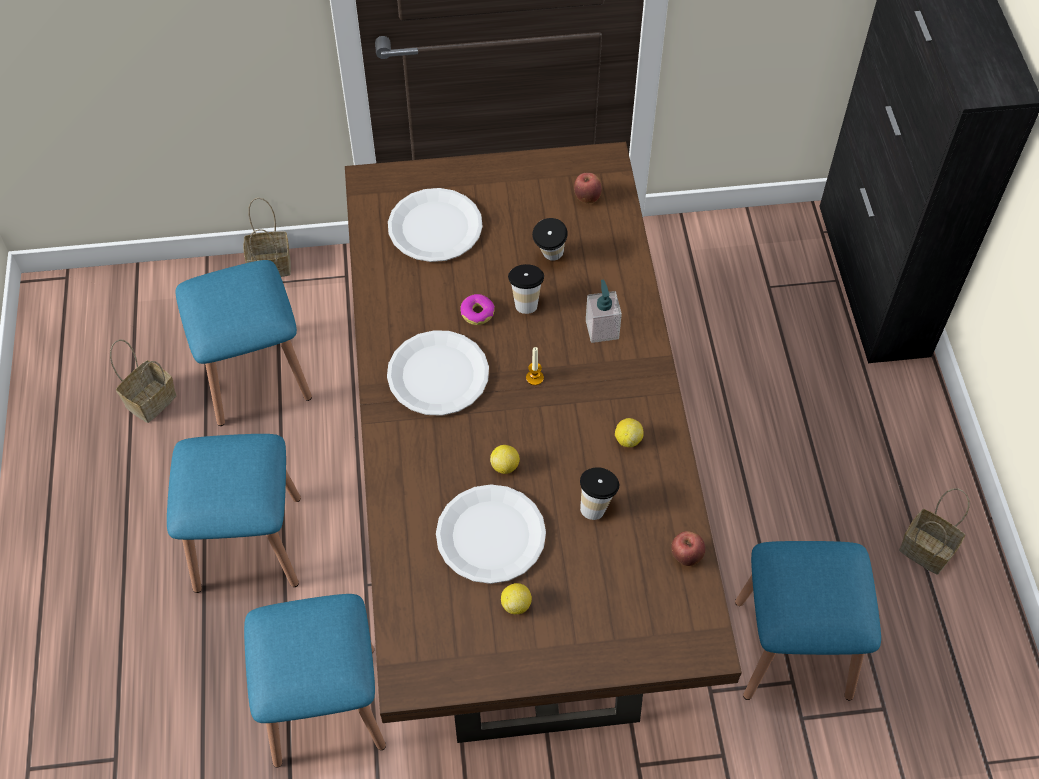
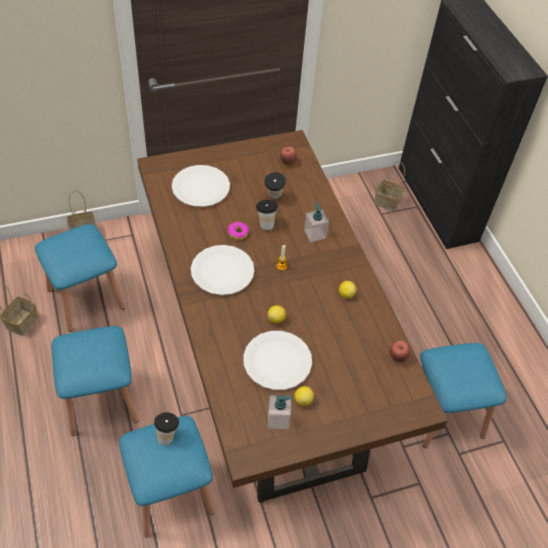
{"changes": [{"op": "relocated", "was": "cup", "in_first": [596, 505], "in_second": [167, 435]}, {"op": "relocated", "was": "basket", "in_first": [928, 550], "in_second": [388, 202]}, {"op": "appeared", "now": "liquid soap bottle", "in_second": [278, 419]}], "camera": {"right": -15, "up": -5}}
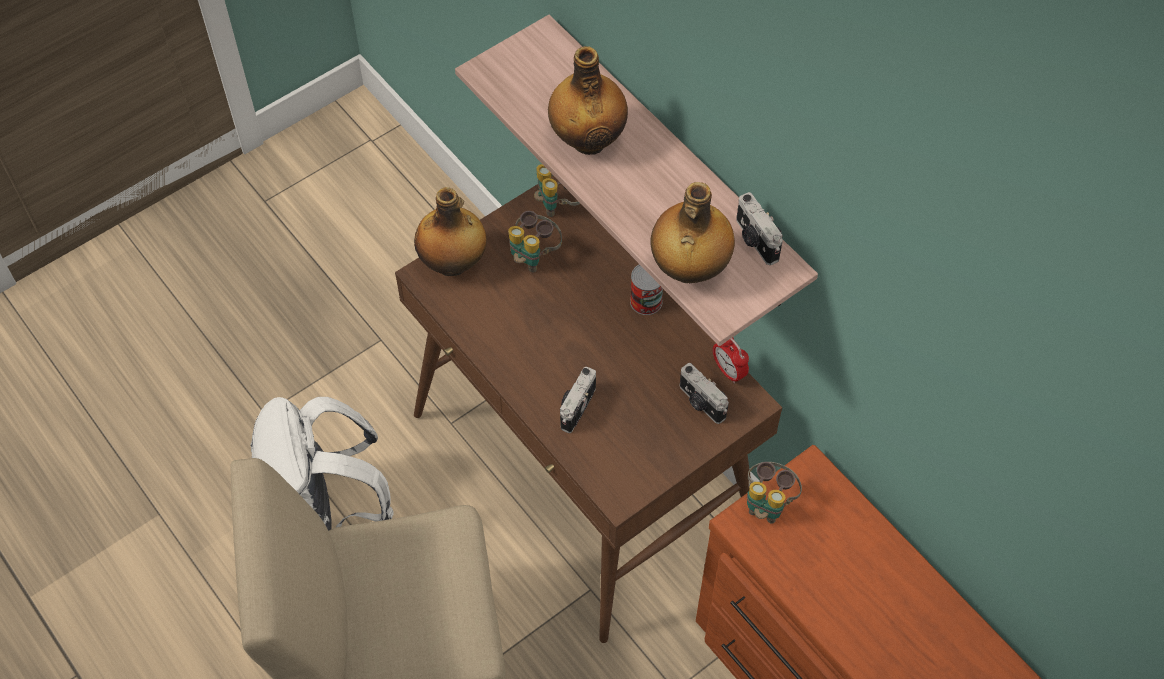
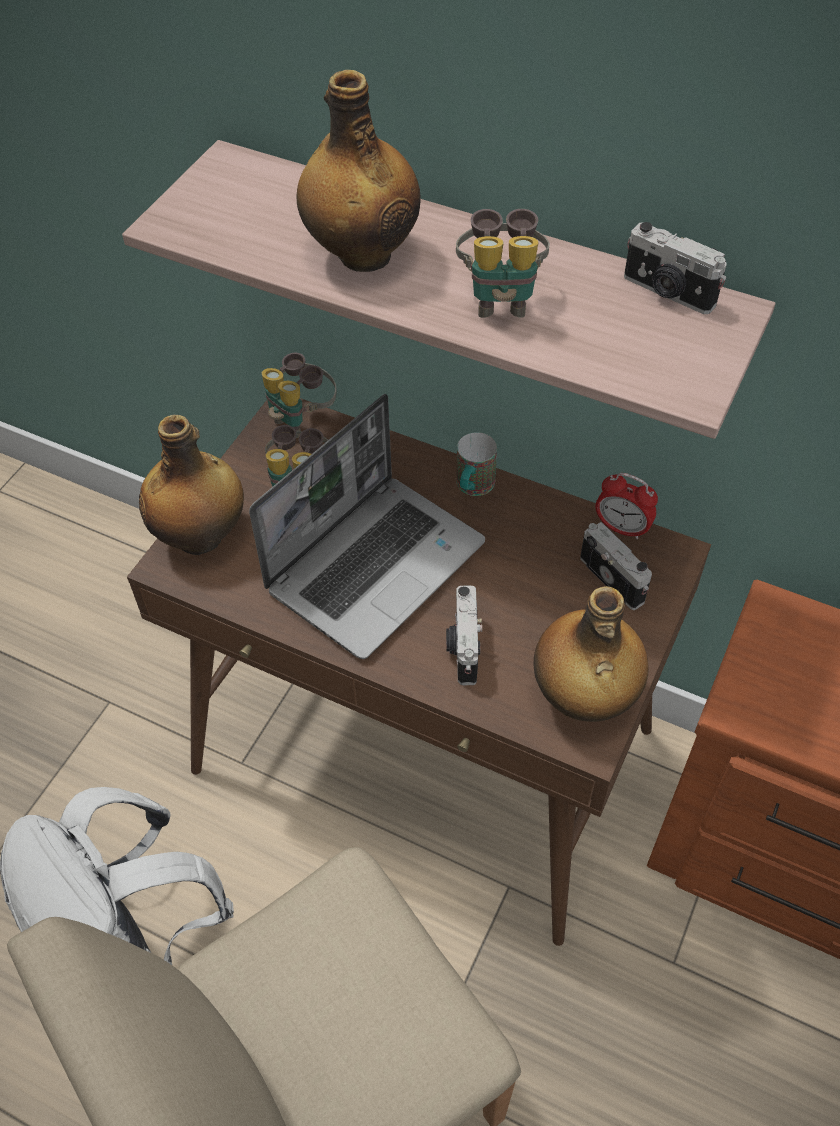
{"changes": [{"op": "exchanged", "was": "sealed can", "now": "tea mug", "in_first": [646, 301], "in_second": [472, 488]}, {"op": "relocated", "was": "bottle", "in_first": [688, 269], "in_second": [582, 698]}, {"op": "spun", "was": "still camera", "in_first": [701, 403], "in_second": [614, 578], "clockwise": -150}, {"op": "relocated", "was": "pair of binoculars", "in_first": [767, 503], "in_second": [500, 298]}, {"op": "appeared", "now": "portable computer", "in_second": [376, 564]}], "camera": {"right": -25, "up": -5}}
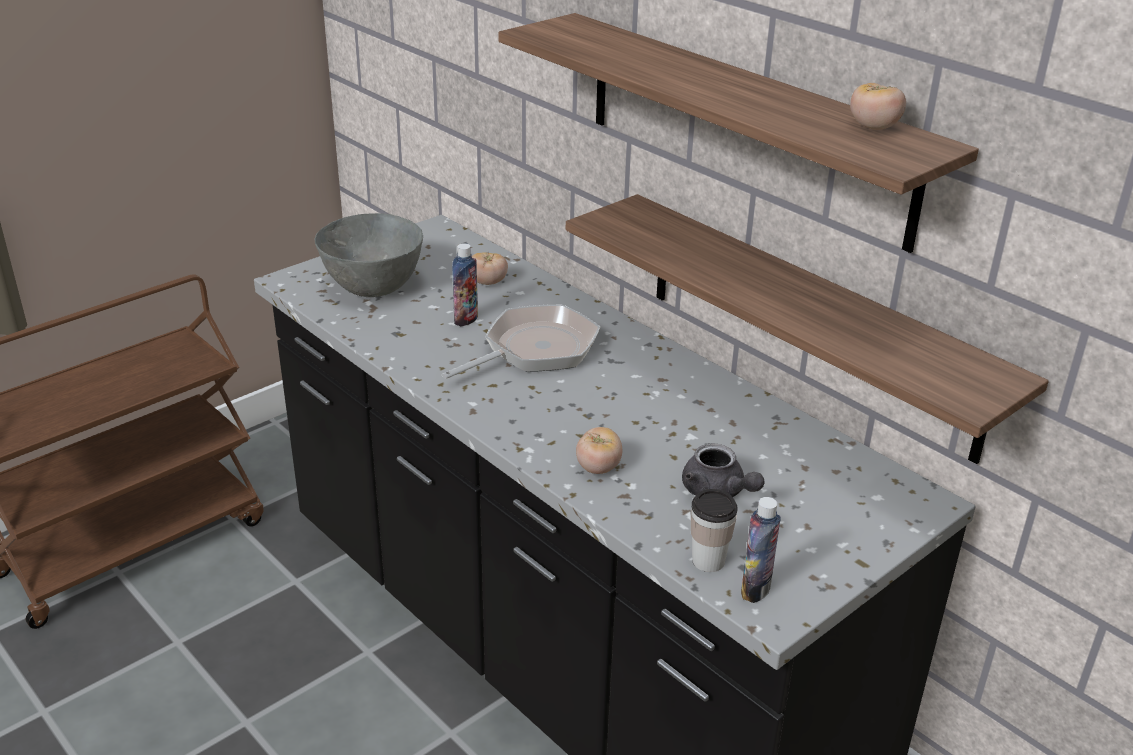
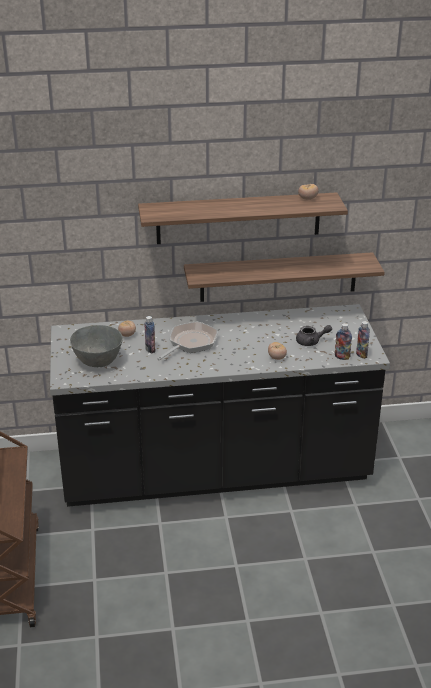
{"changes": [{"op": "spun", "was": "pan", "in_first": [534, 350], "in_second": [190, 343], "clockwise": 45}, {"op": "exchanged", "was": "cup", "now": "bottle", "in_first": [708, 561], "in_second": [342, 357]}], "camera": {"right": -55, "up": 0}}
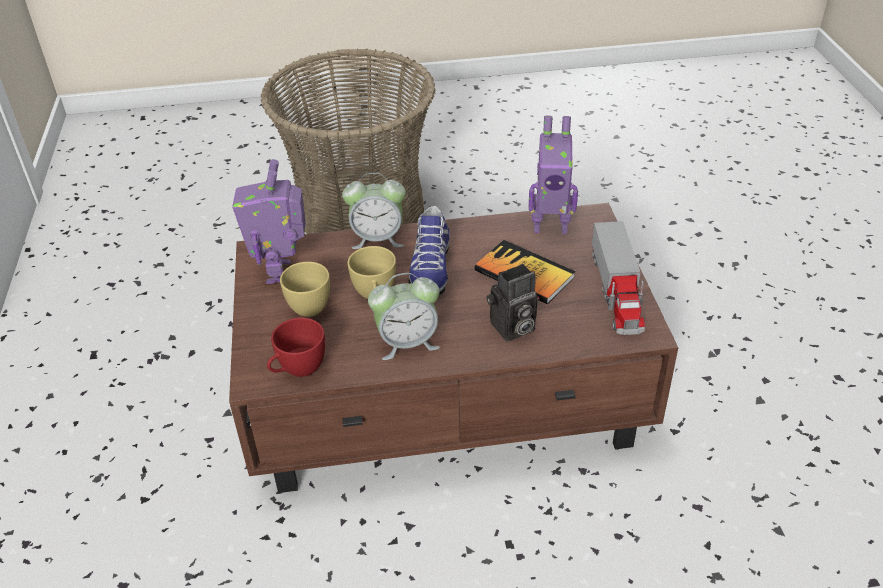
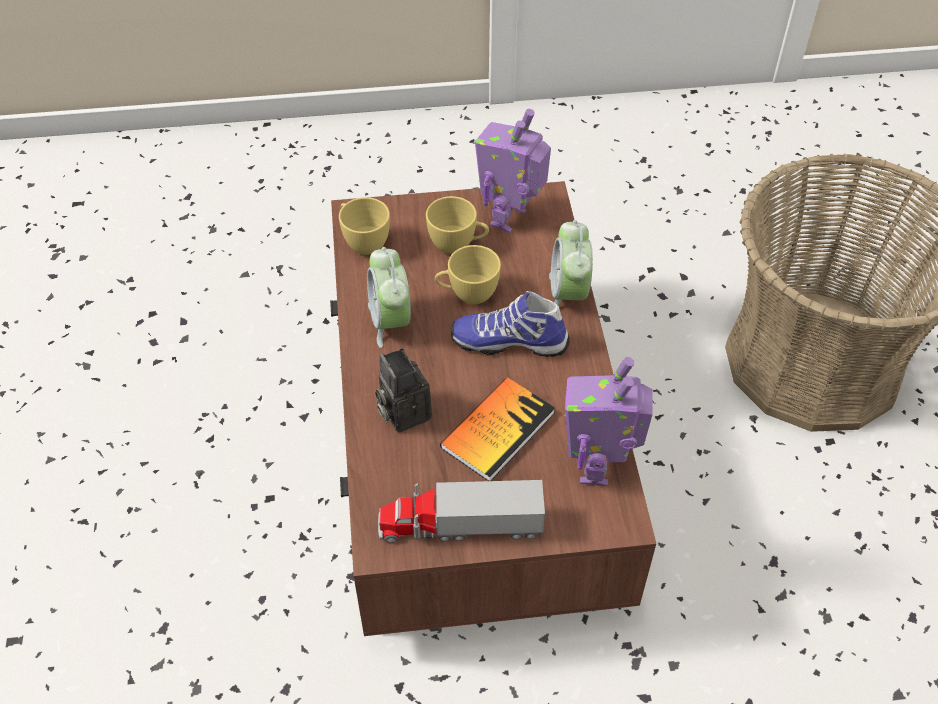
{"changes": [{"op": "spun", "was": "toy robot", "in_first": [281, 272], "in_second": [510, 218], "clockwise": -60}, {"op": "colour", "was": "red cup", "now": "yellow-coloured cup", "in_first": [298, 370], "in_second": [363, 241]}], "camera": {"right": 90, "up": 10}}
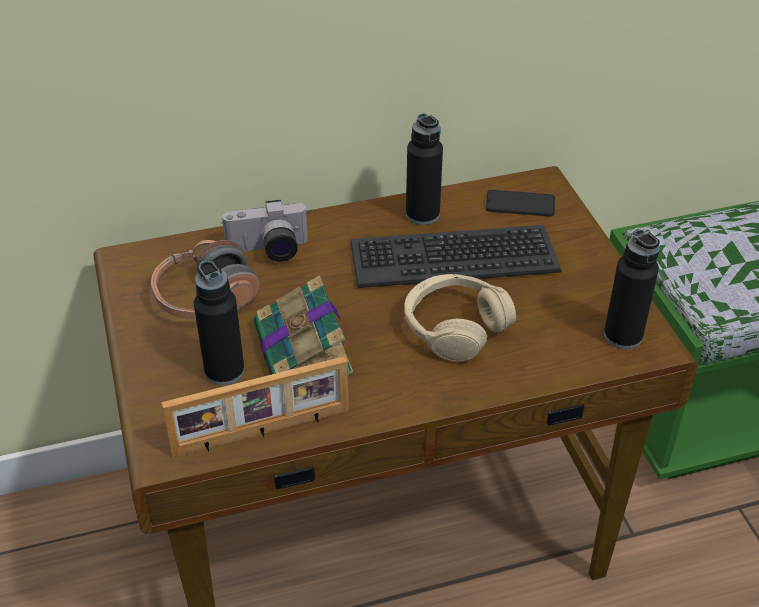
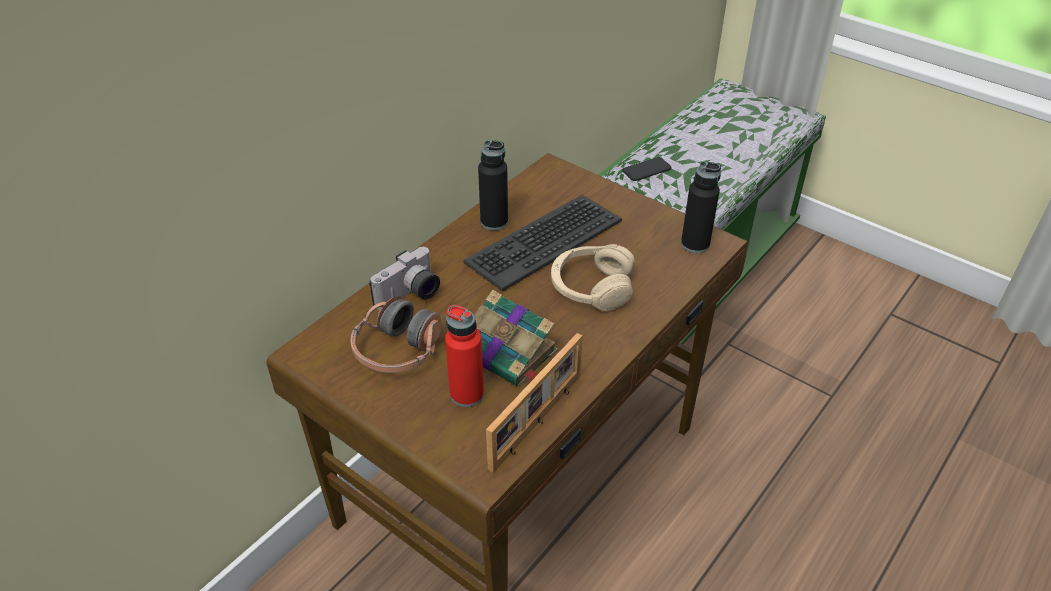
{"changes": [{"op": "colour", "was": "black bottle", "now": "red bottle", "in_first": [224, 371], "in_second": [467, 394]}, {"op": "relocated", "was": "handset", "in_first": [520, 204], "in_second": [646, 169]}], "camera": {"right": -35, "up": 0}}
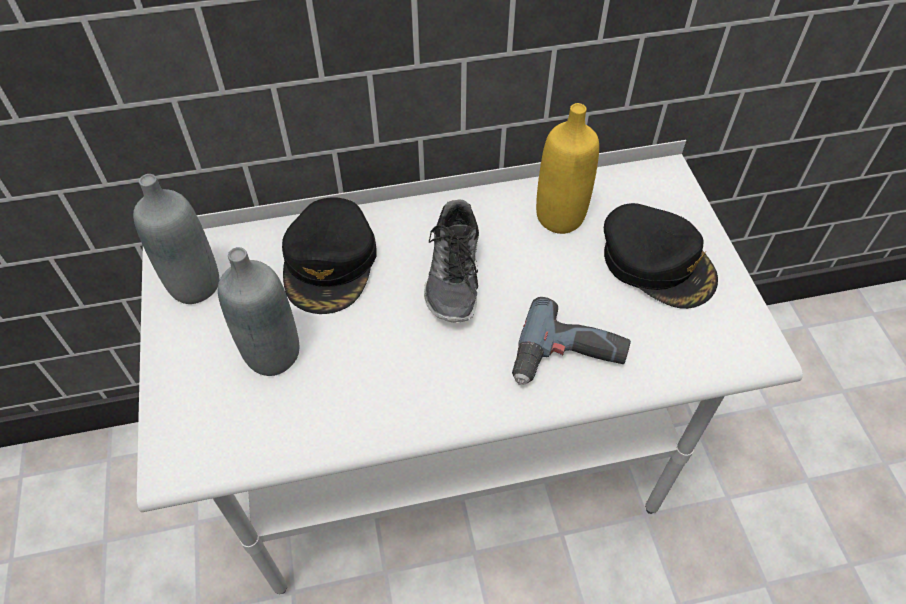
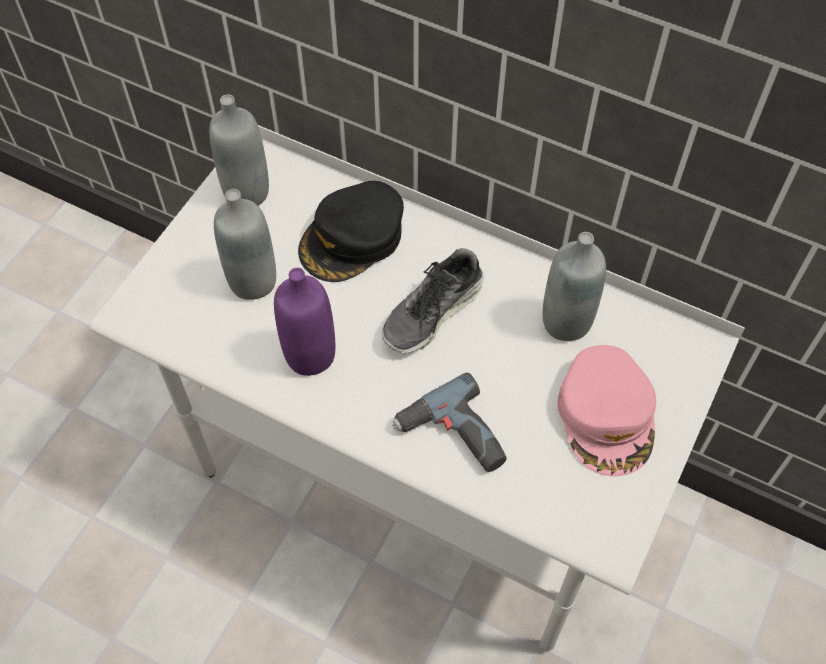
{"changes": [{"op": "colour", "was": "yellow-coloured bottle", "now": "greyish bottle", "in_first": [560, 217], "in_second": [566, 322]}, {"op": "colour", "was": "black baseball cap", "now": "pinkish baseball cap", "in_first": [657, 262], "in_second": [607, 416]}, {"op": "appeared", "now": "purplish bottle", "in_second": [310, 355]}], "camera": {"right": 40, "up": 5}}
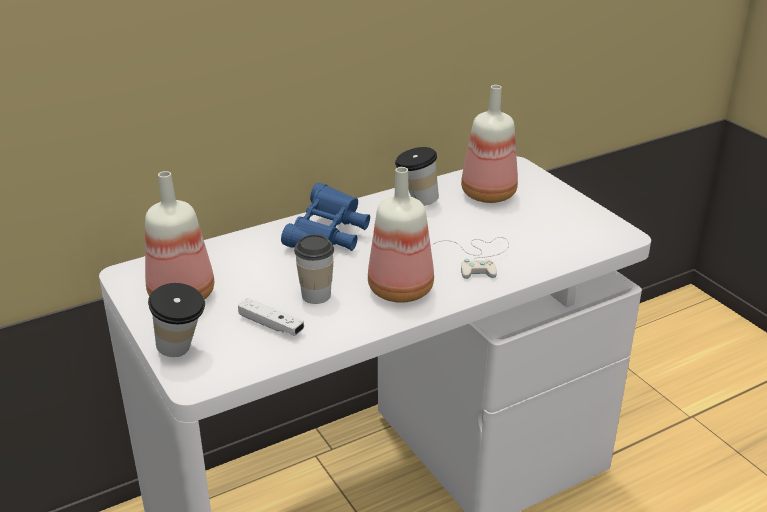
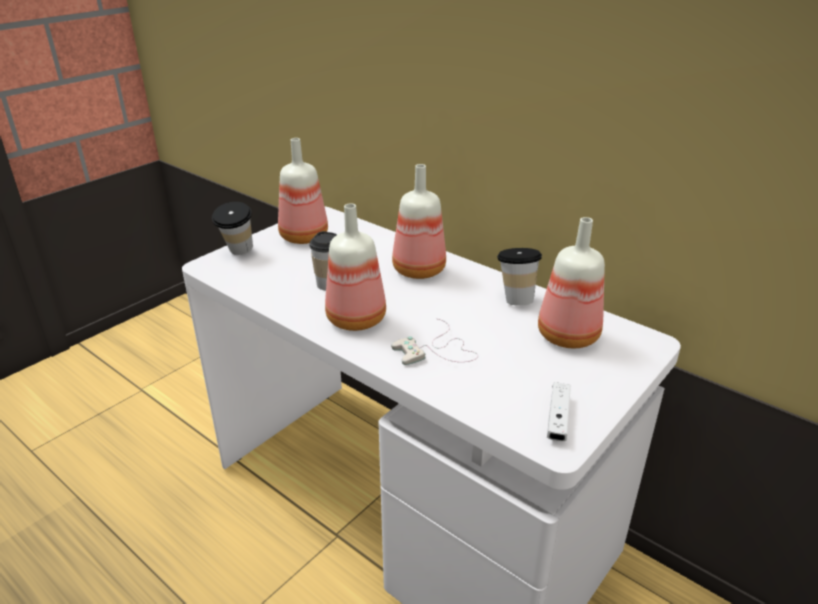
{"changes": [{"op": "relocated", "was": "white joypad", "in_first": [271, 325], "in_second": [558, 419]}, {"op": "exchanged", "was": "bluish pair of binoculars", "now": "bottle", "in_first": [328, 237], "in_second": [418, 271]}], "camera": {"right": 70, "up": 0}}
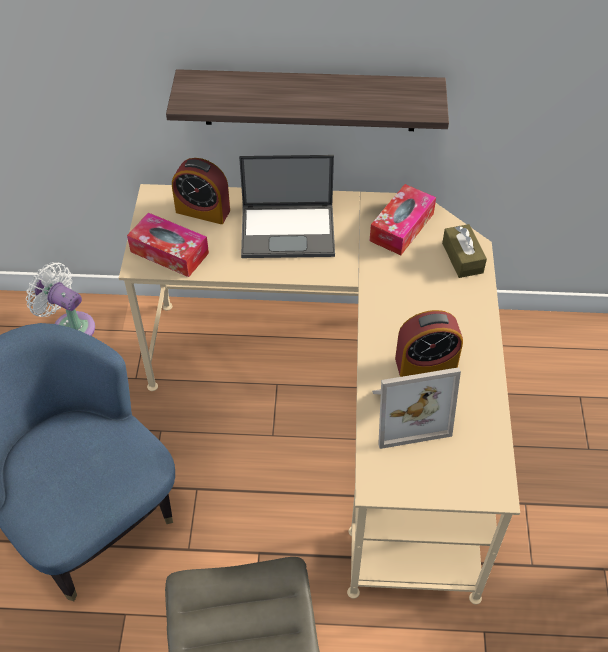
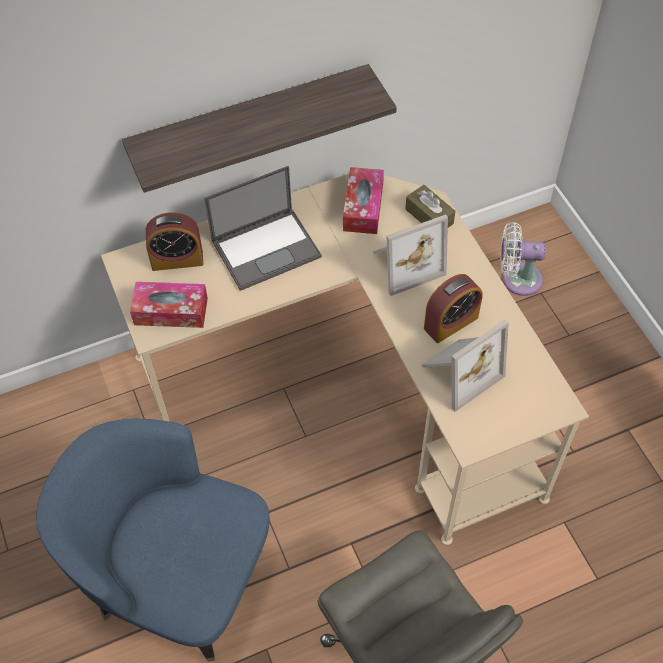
{"changes": [{"op": "relocated", "was": "white cooling fan", "in_first": [70, 326], "in_second": [517, 279]}, {"op": "appeared", "now": "picture frame", "in_second": [405, 263]}], "camera": {"right": -25, "up": 5}}
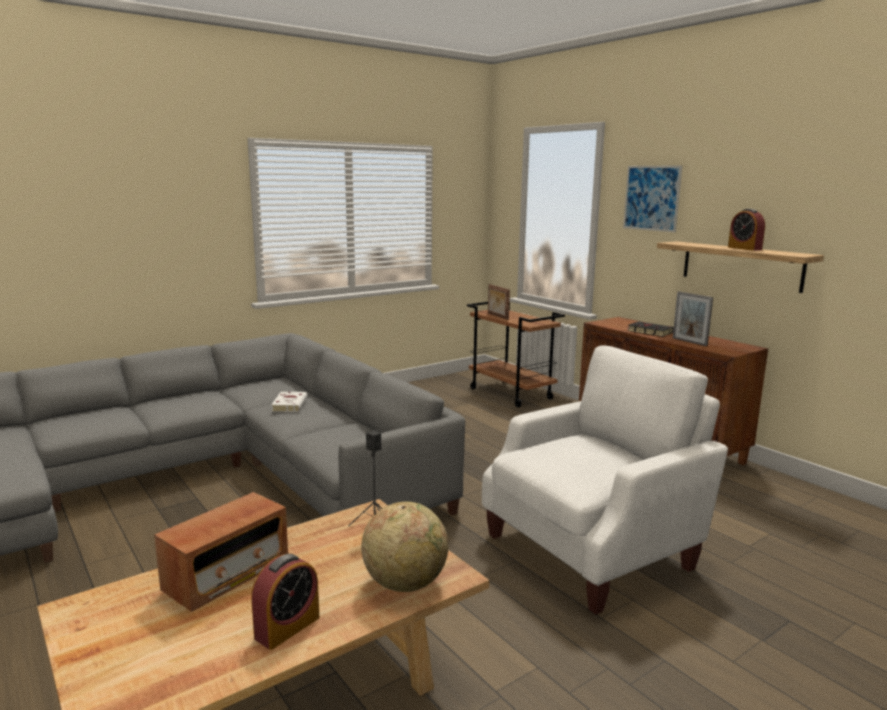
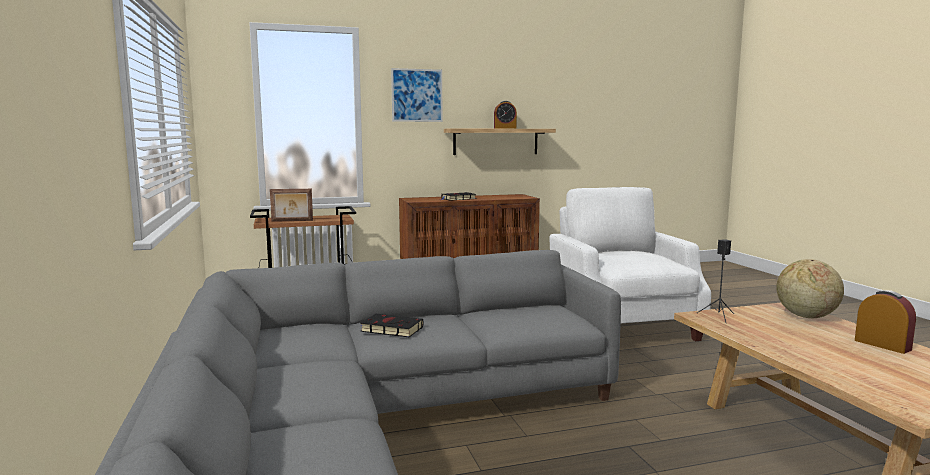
{"changes": [{"op": "missing", "was": "radio", "in_first": [227, 576]}, {"op": "colour", "was": "white volume", "now": "black volume", "in_first": [289, 404], "in_second": [390, 329]}, {"op": "missing", "was": "picture frame", "in_first": [689, 342]}], "camera": {"right": -70, "up": -5}}
